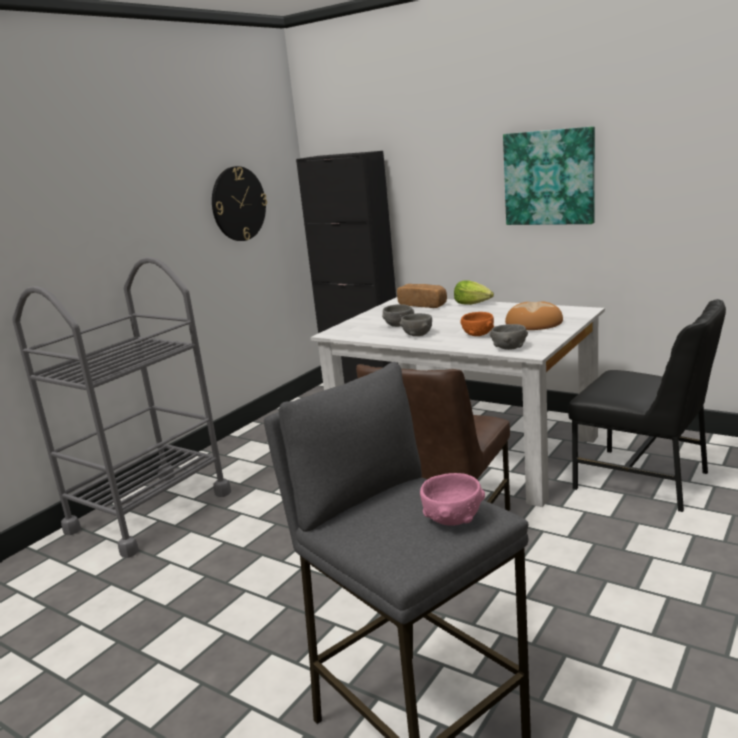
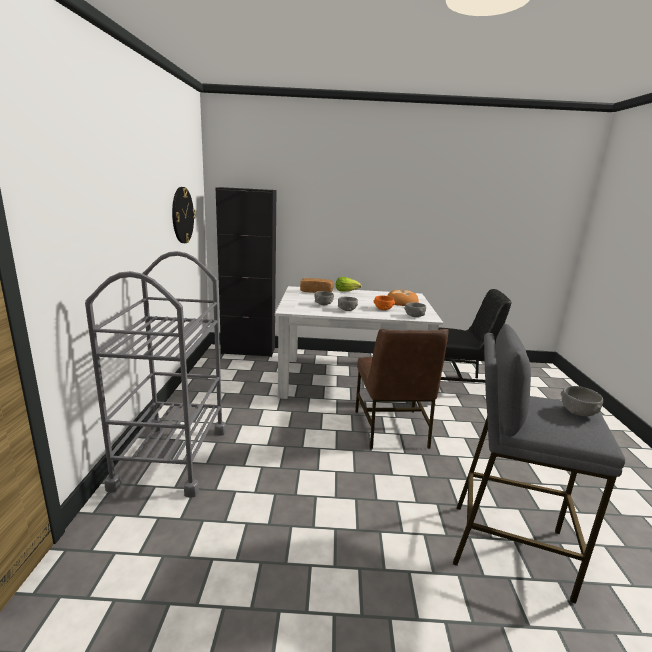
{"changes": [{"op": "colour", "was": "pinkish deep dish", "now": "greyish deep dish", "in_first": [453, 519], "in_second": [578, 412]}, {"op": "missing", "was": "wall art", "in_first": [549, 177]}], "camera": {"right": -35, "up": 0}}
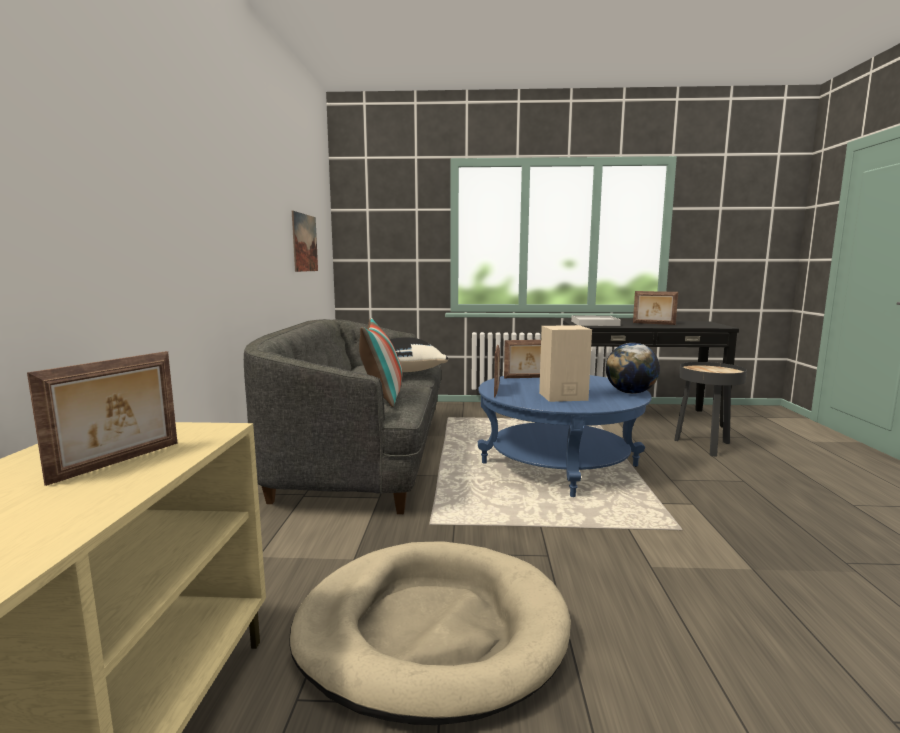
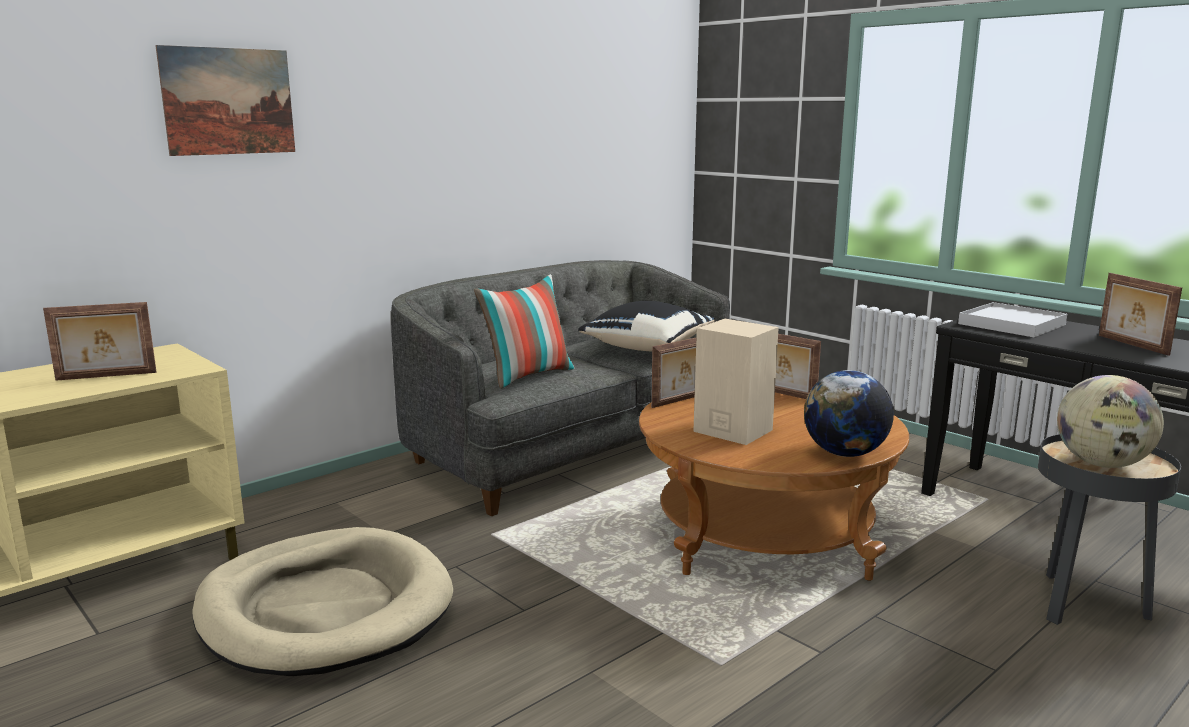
{"changes": [{"op": "relocated", "was": "wall art", "in_first": [304, 243], "in_second": [228, 101]}, {"op": "colour", "was": "bluish lounge table", "now": "brownish lounge table", "in_first": [558, 465], "in_second": [764, 535]}, {"op": "appeared", "now": "globe", "in_second": [1101, 464]}], "camera": {"right": 45, "up": 5}}
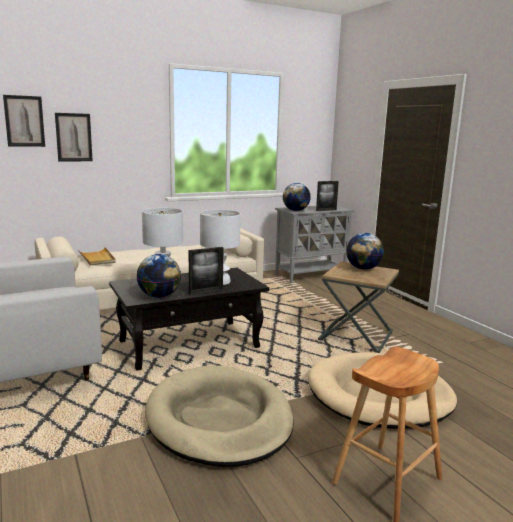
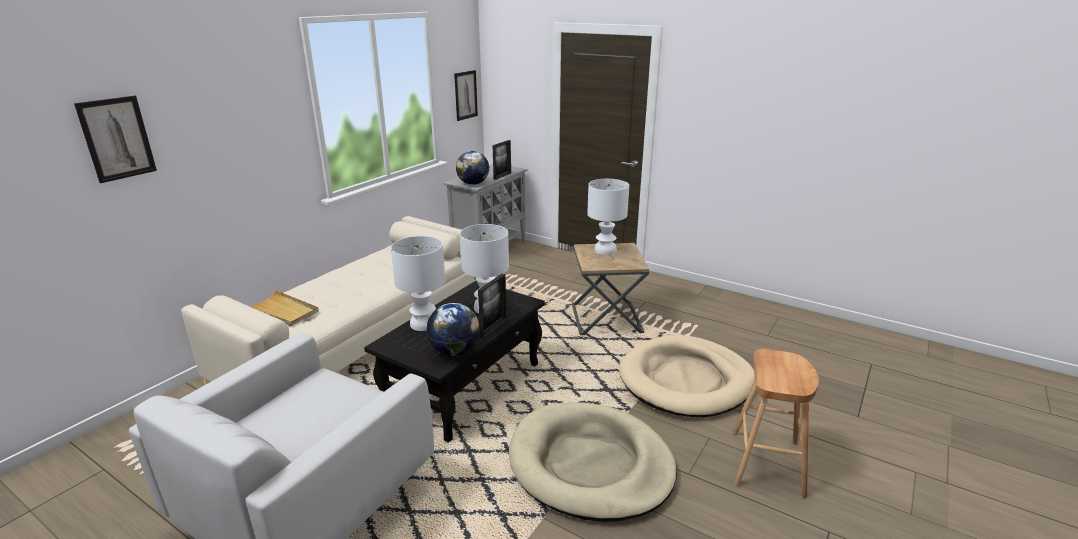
{"changes": [{"op": "relocated", "was": "wall art", "in_first": [74, 137], "in_second": [465, 95]}, {"op": "exchanged", "was": "globe", "now": "white table lamp", "in_first": [363, 269], "in_second": [605, 250]}], "camera": {"right": -30, "up": 10}}
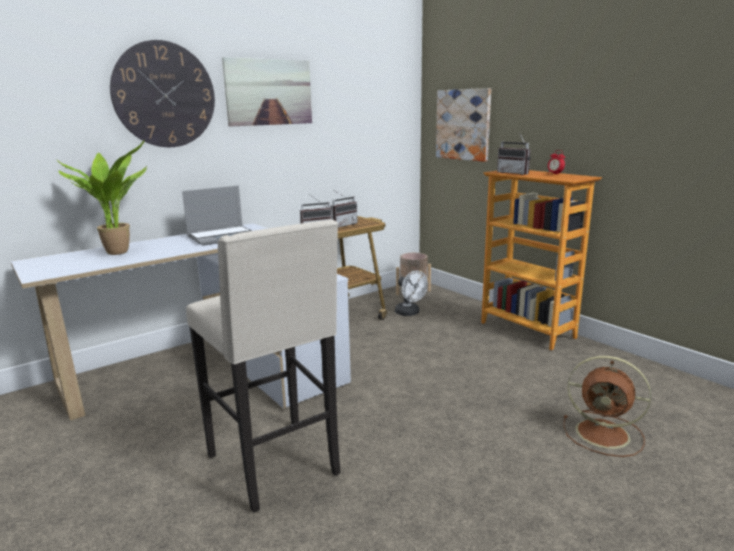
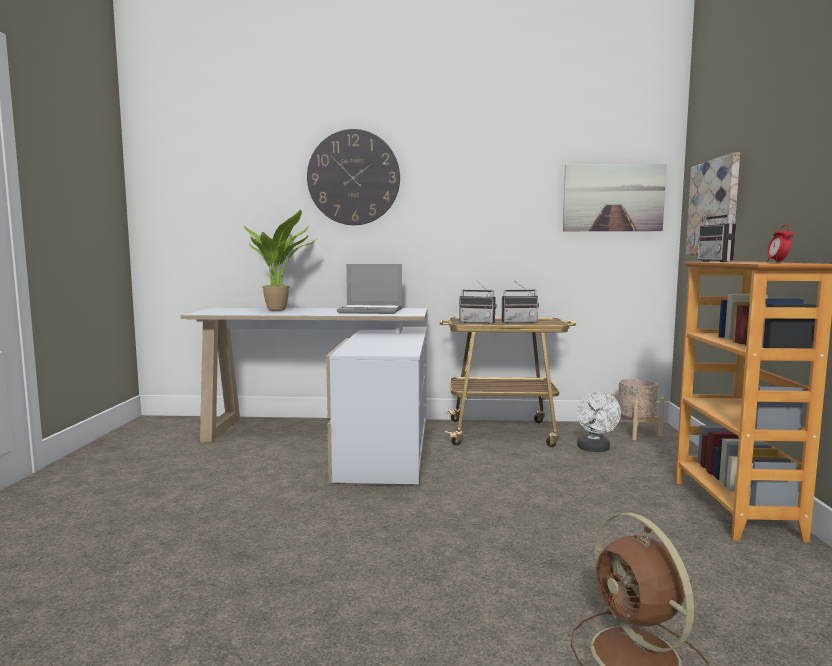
{"changes": [{"op": "missing", "was": "beige-coloured sitting stool", "in_first": [276, 465]}, {"op": "relocated", "was": "wall art", "in_first": [269, 92], "in_second": [613, 198]}], "camera": {"right": 40, "up": -10}}
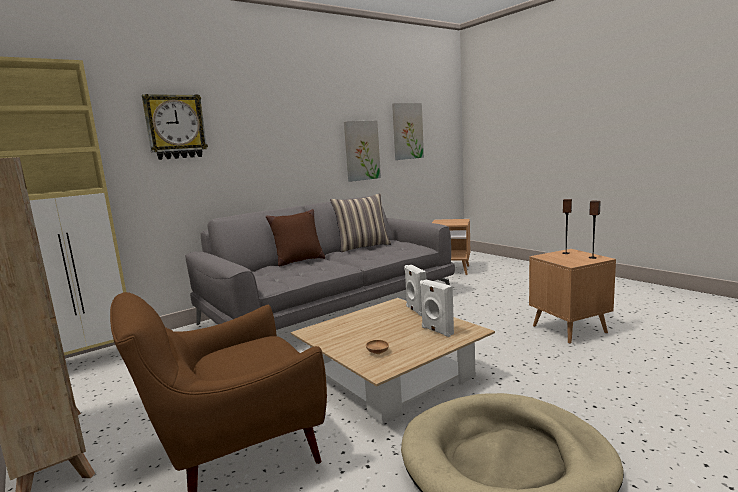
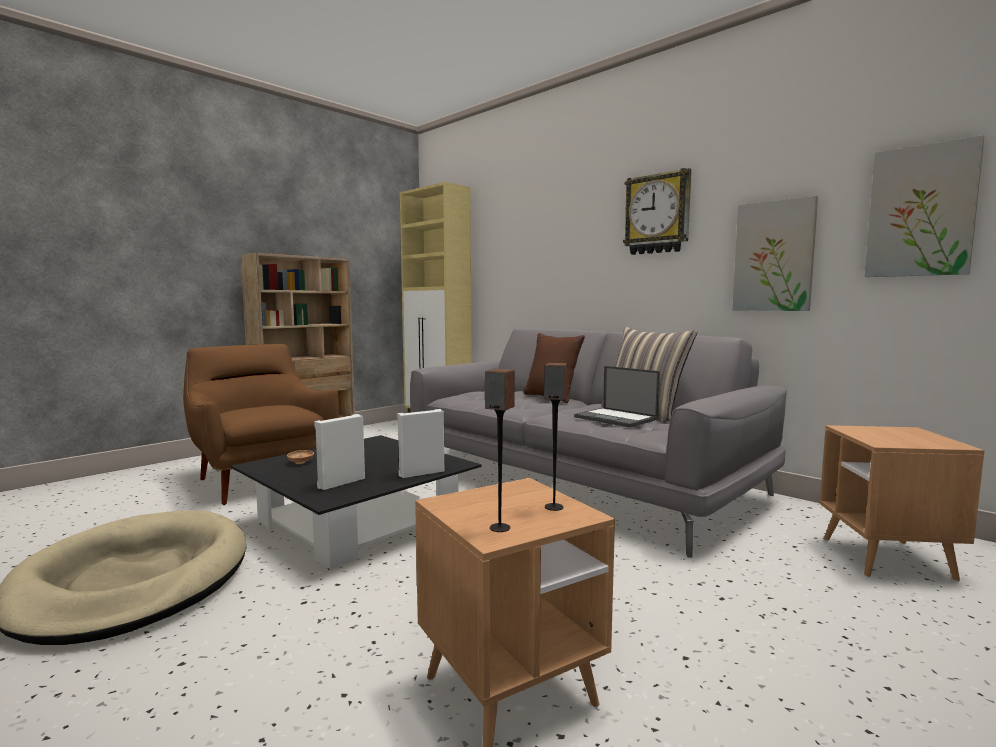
{"changes": [{"op": "relocated", "was": "clock on the wall", "in_first": [175, 127], "in_second": [657, 214]}, {"op": "colour", "was": "beige-coloured lounge table", "now": "black lounge table", "in_first": [392, 376], "in_second": [360, 522]}, {"op": "appeared", "now": "portable computer", "in_second": [617, 418]}], "camera": {"right": 80, "up": -5}}
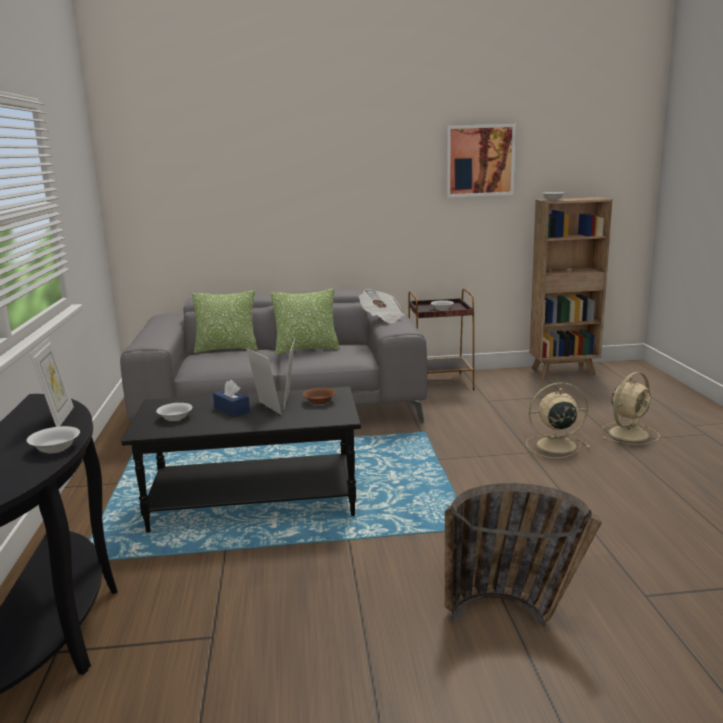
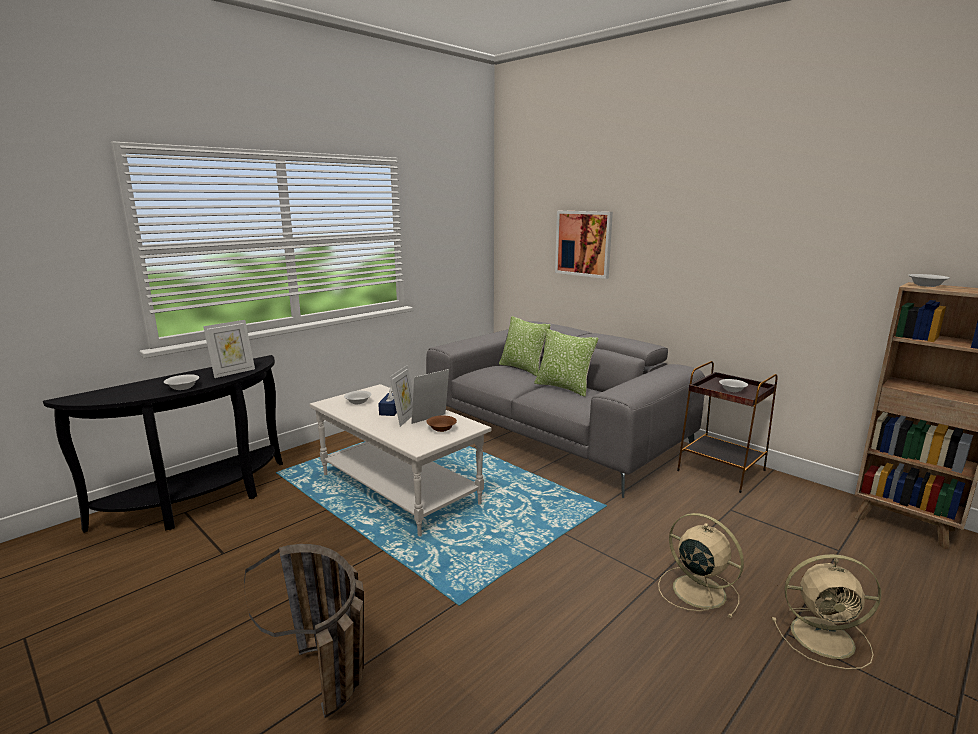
{"changes": [{"op": "colour", "was": "black lounge table", "now": "white lounge table", "in_first": [255, 501], "in_second": [400, 489]}, {"op": "missing", "was": "daily paper", "in_first": [382, 318]}, {"op": "relocated", "was": "wall art", "in_first": [479, 160], "in_second": [583, 243]}], "camera": {"right": 50, "up": 0}}
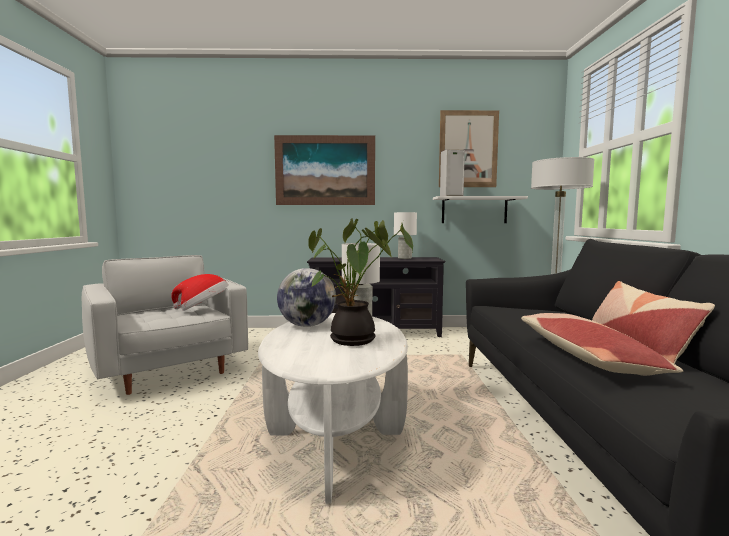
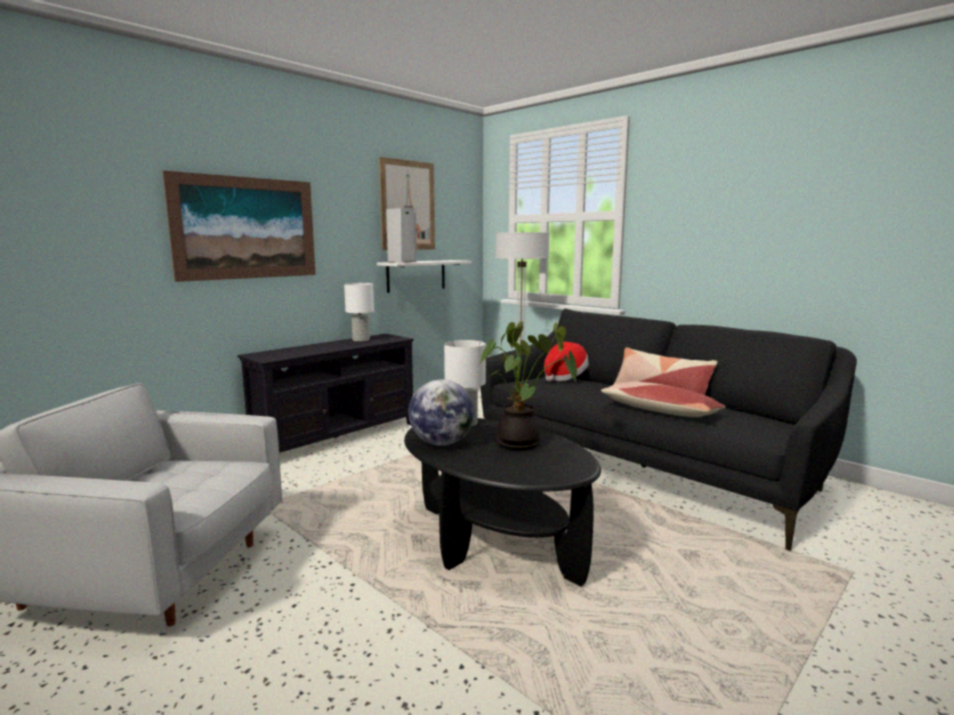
{"changes": [{"op": "relocated", "was": "hat", "in_first": [203, 310], "in_second": [564, 377]}, {"op": "colour", "was": "white lounge table", "now": "black lounge table", "in_first": [335, 435], "in_second": [495, 543]}], "camera": {"right": -45, "up": 5}}
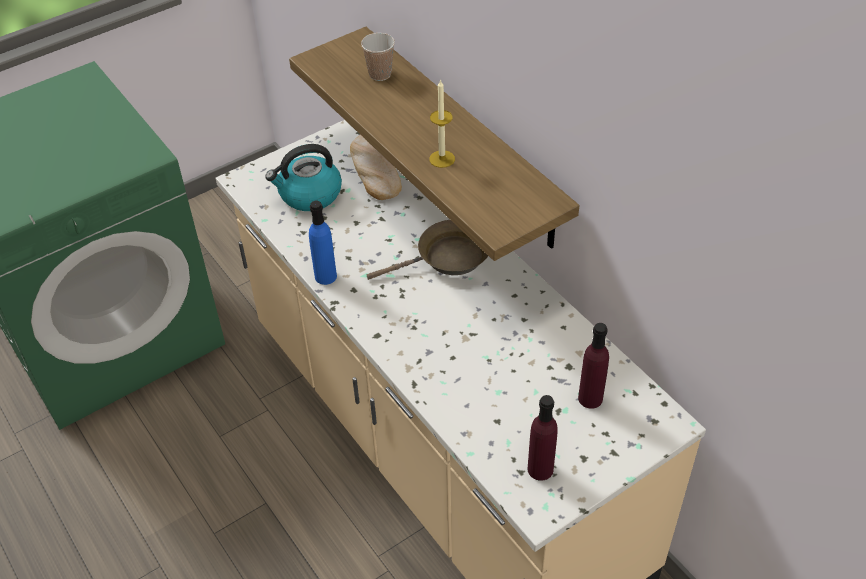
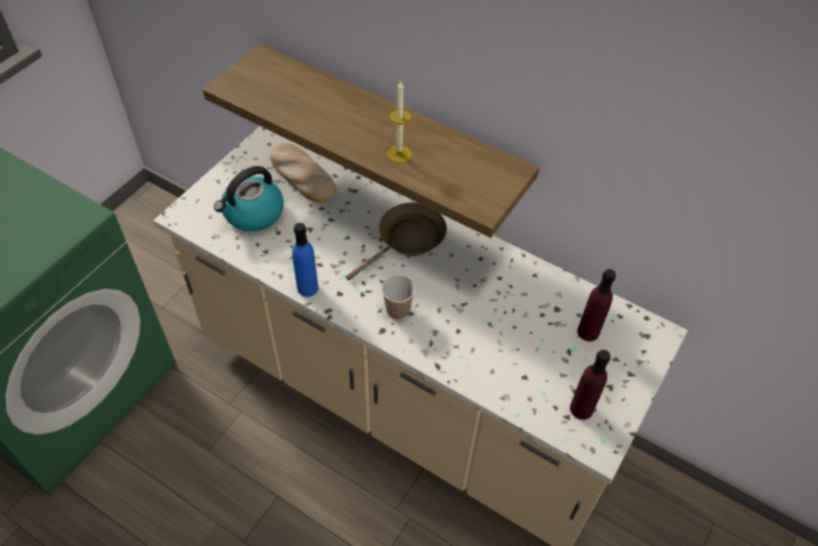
{"changes": [{"op": "relocated", "was": "cup", "in_first": [380, 74], "in_second": [398, 310]}], "camera": {"right": -25, "up": 5}}
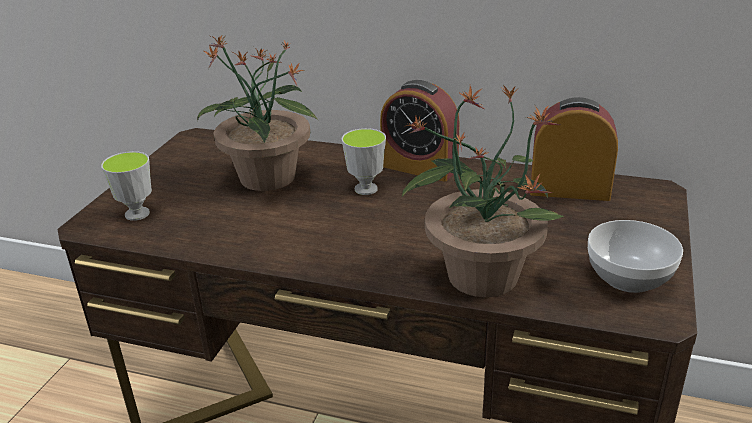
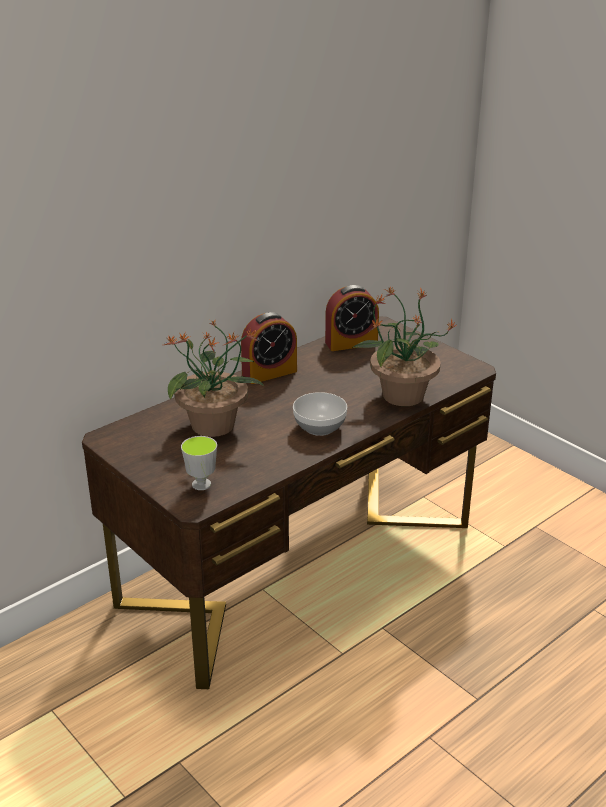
{"changes": [{"op": "missing", "was": "cup", "in_first": [366, 189]}, {"op": "spun", "was": "alarm clock", "in_first": [569, 190], "in_second": [351, 343], "clockwise": -150}, {"op": "relocated", "was": "deep dish", "in_first": [627, 277], "in_second": [319, 427]}], "camera": {"right": -60, "up": 0}}
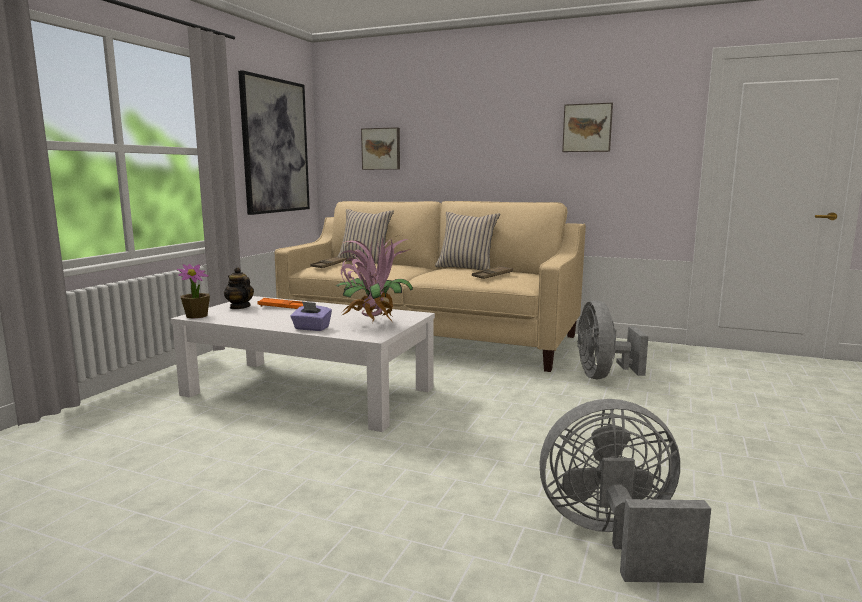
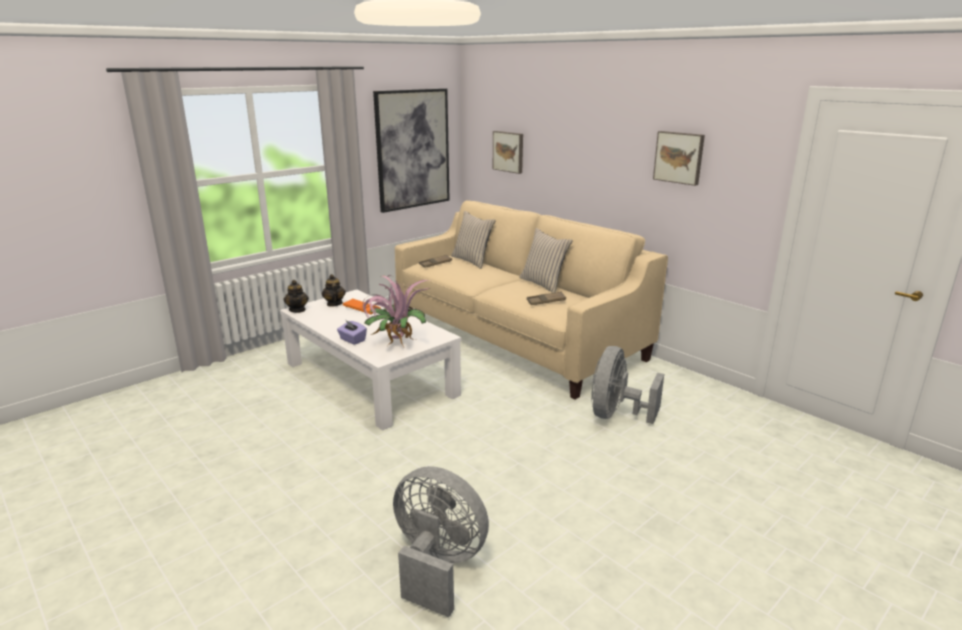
{"changes": [{"op": "exchanged", "was": "plant in a pot", "now": "pot for tea", "in_first": [197, 316], "in_second": [297, 310]}], "camera": {"right": 25, "up": 10}}
